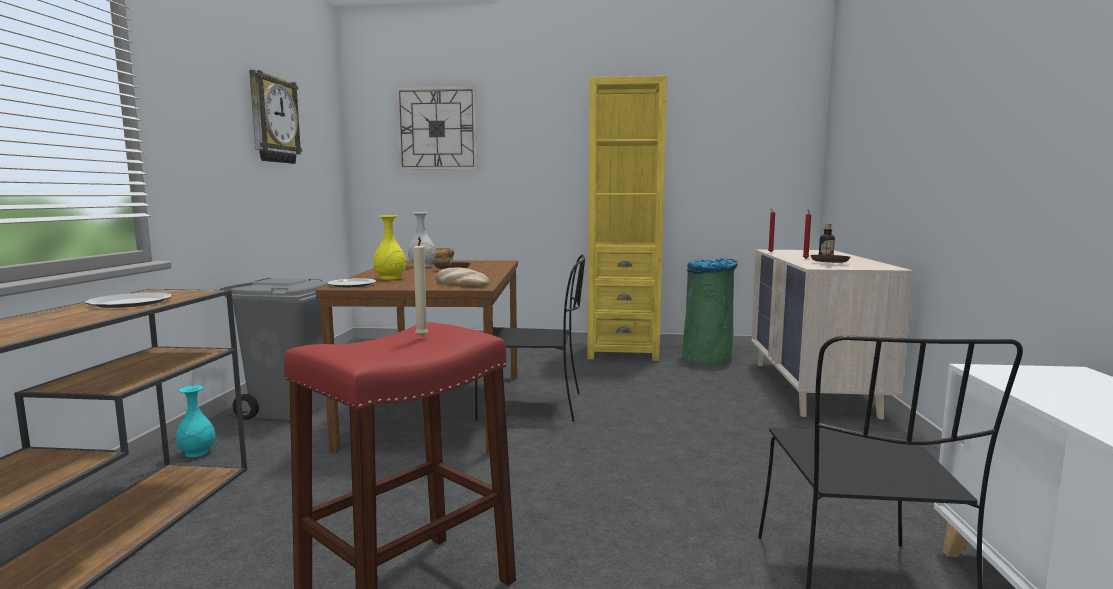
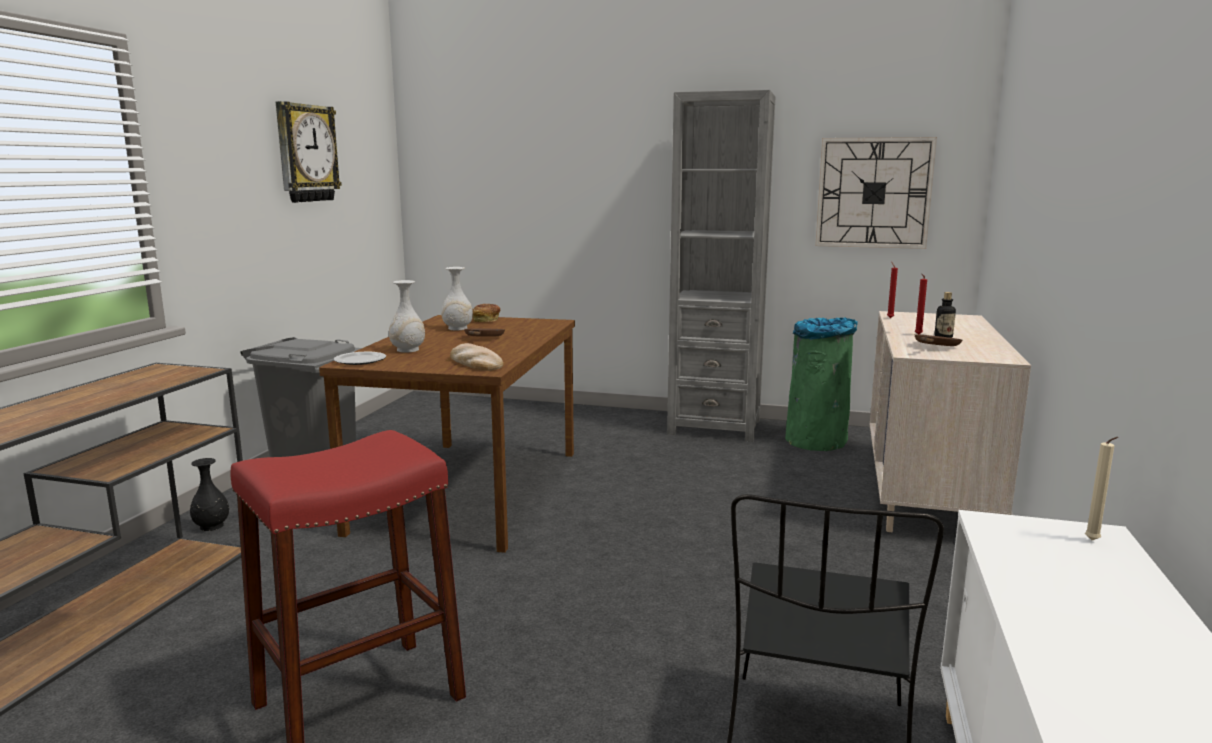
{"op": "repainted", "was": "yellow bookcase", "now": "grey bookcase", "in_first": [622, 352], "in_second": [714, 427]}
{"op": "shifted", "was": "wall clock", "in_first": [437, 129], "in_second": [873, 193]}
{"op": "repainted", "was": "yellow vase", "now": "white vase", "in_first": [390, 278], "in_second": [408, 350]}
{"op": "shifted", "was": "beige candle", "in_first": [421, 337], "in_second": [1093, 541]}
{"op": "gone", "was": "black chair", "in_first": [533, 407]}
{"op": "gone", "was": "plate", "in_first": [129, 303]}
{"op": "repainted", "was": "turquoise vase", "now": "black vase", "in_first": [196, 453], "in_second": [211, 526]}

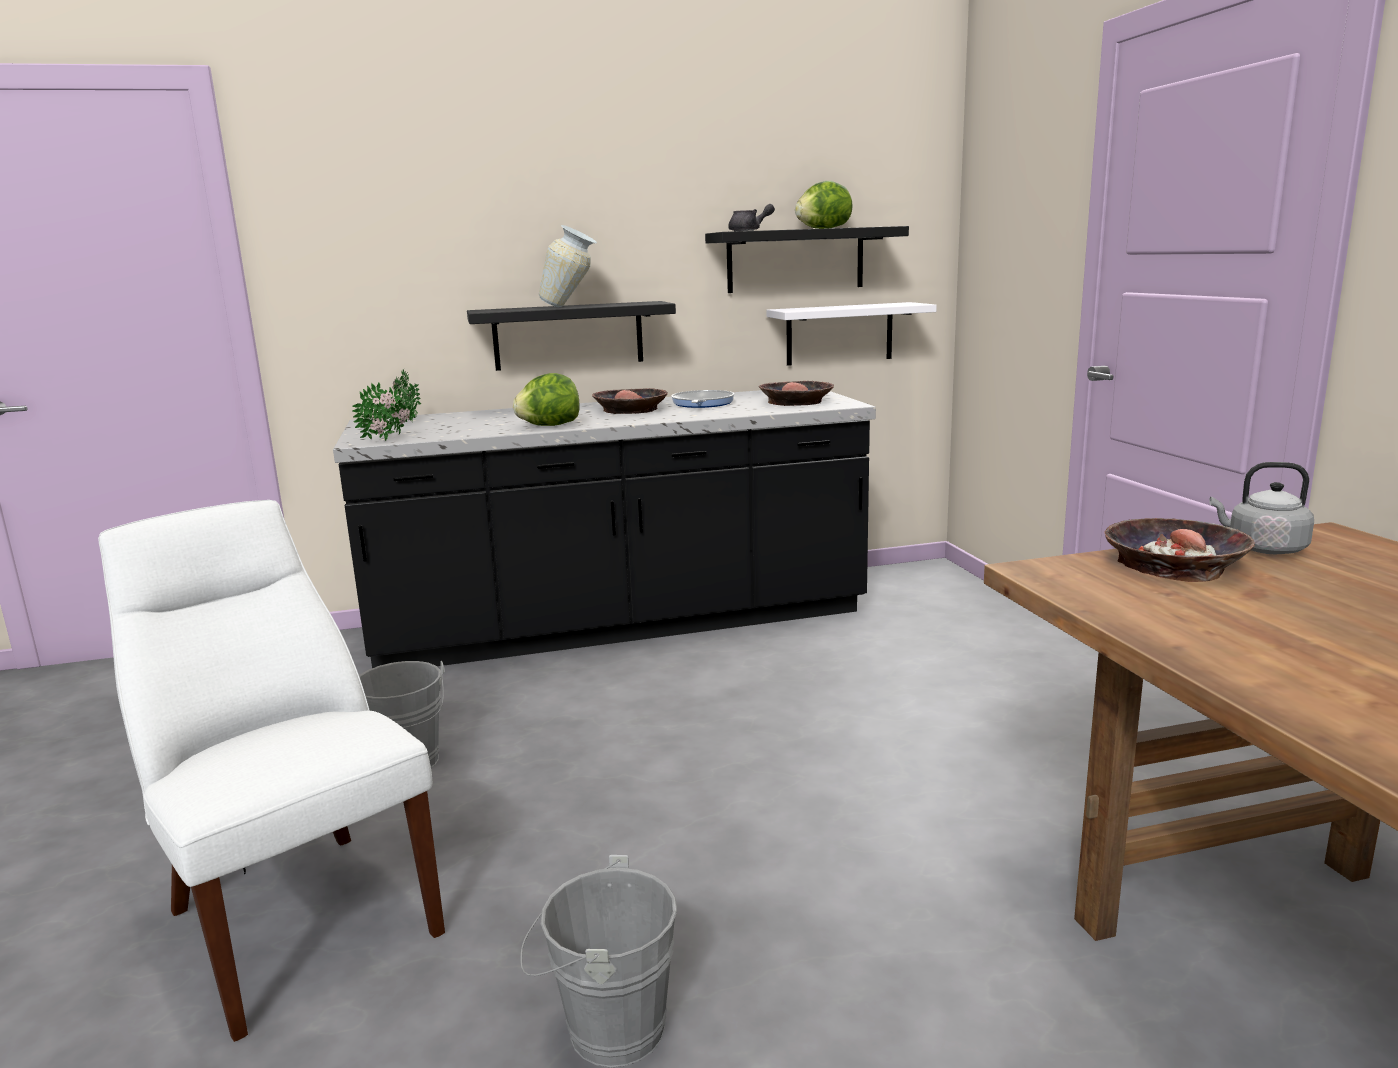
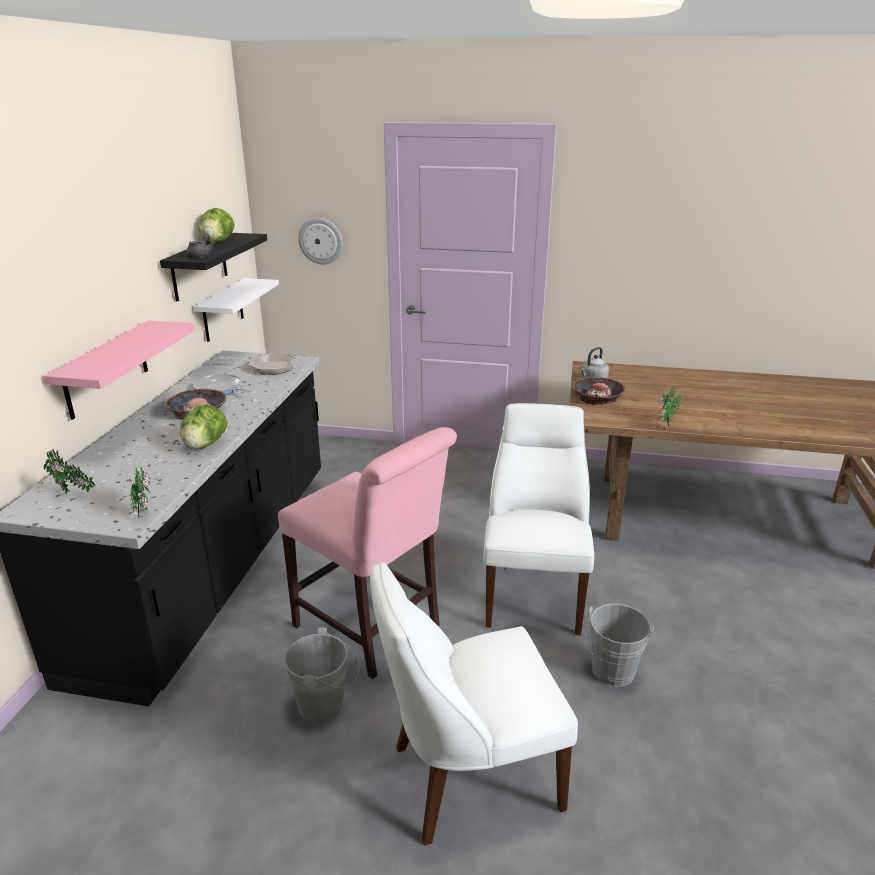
{"op": "gone", "was": "vase", "in_first": [571, 307]}
{"op": "repainted", "was": "black shelf", "now": "pink shelf", "in_first": [568, 335], "in_second": [106, 369]}
{"op": "swapped", "was": "bowl", "now": "frying pan", "in_first": [796, 402], "in_second": [268, 368]}
{"op": "new", "now": "wall clock", "in_second": [321, 241]}
{"op": "new", "now": "potted plant", "in_second": [666, 424]}
{"op": "new", "now": "white chair", "in_second": [533, 592]}
{"op": "new", "now": "pink chair", "in_second": [372, 629]}

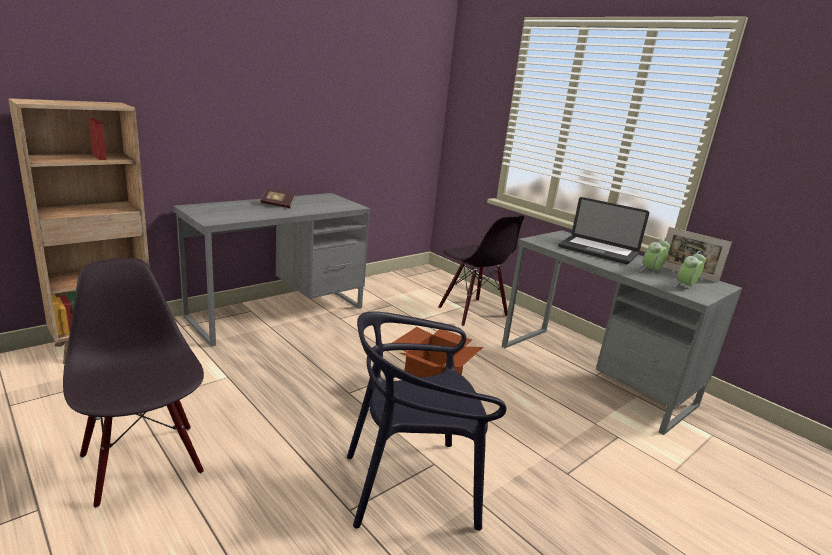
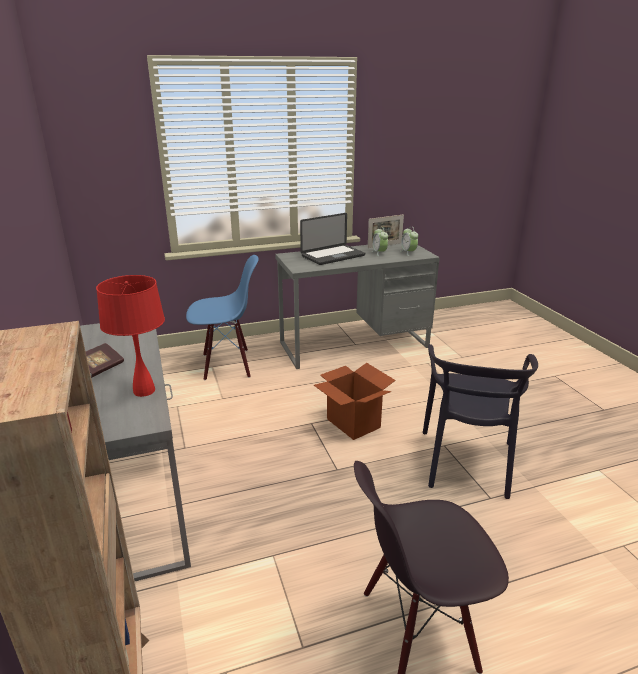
{"op": "repainted", "was": "black chair", "now": "blue chair", "in_first": [472, 312], "in_second": [227, 365]}
{"op": "new", "now": "red table lamp", "in_second": [144, 391]}

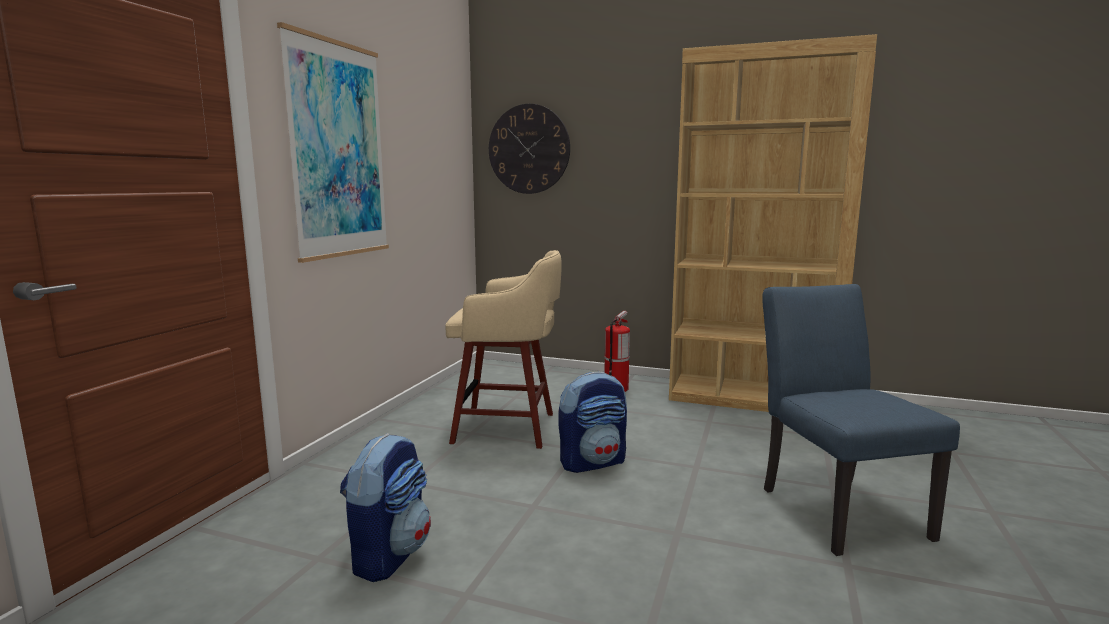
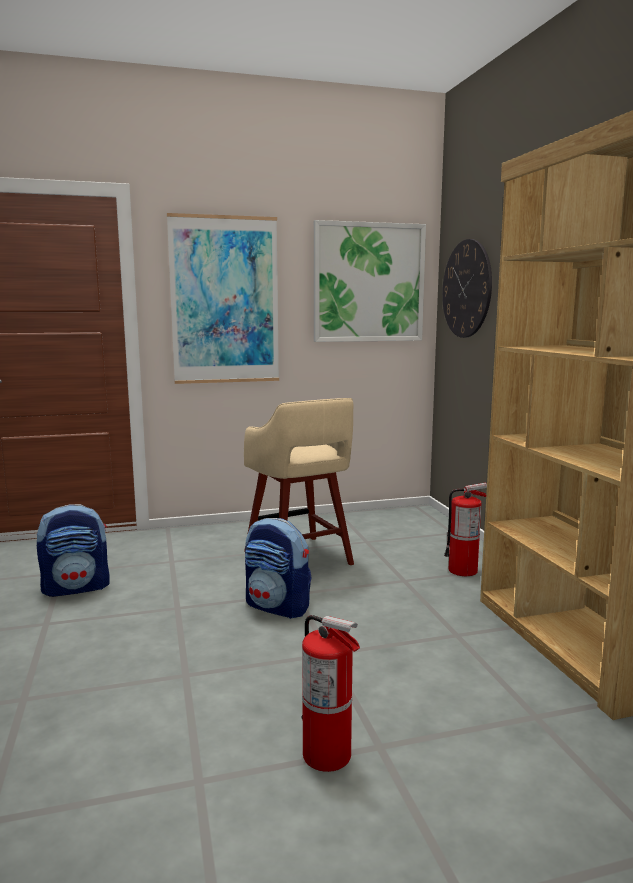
{"op": "swapped", "was": "blue chair", "now": "fire extinguisher", "in_first": [835, 507], "in_second": [327, 755]}
{"op": "new", "now": "picture", "in_second": [368, 283]}

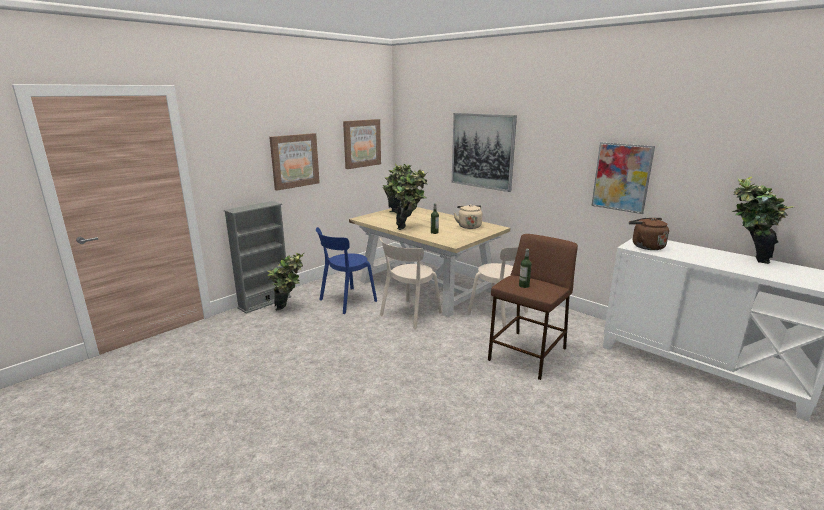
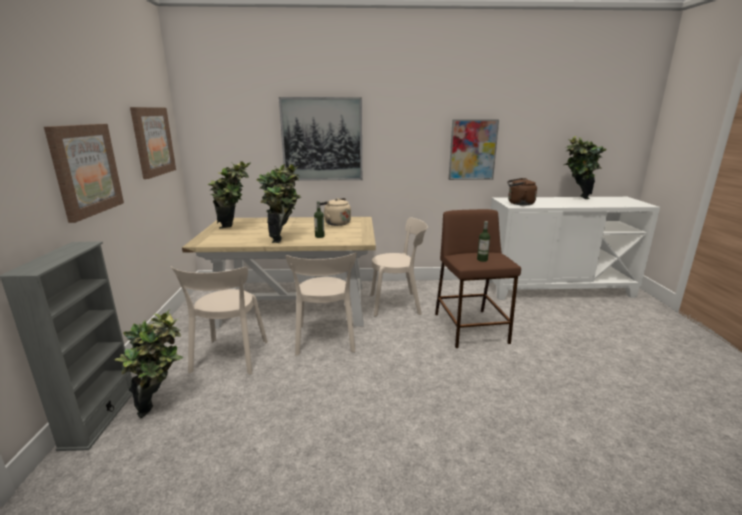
{"op": "repainted", "was": "blue chair", "now": "beige chair", "in_first": [345, 301], "in_second": [229, 358]}

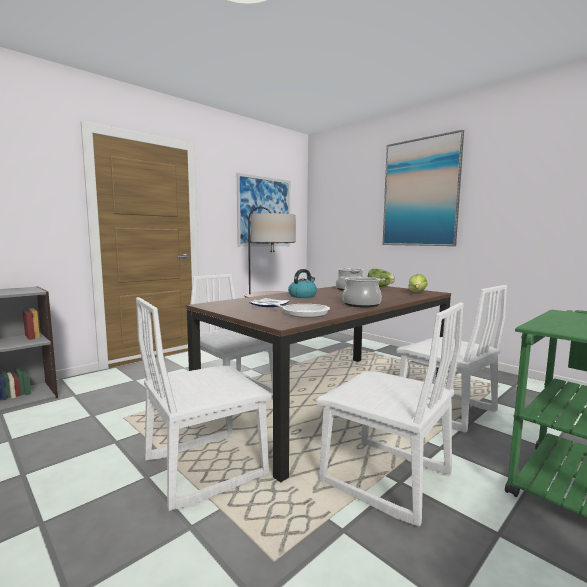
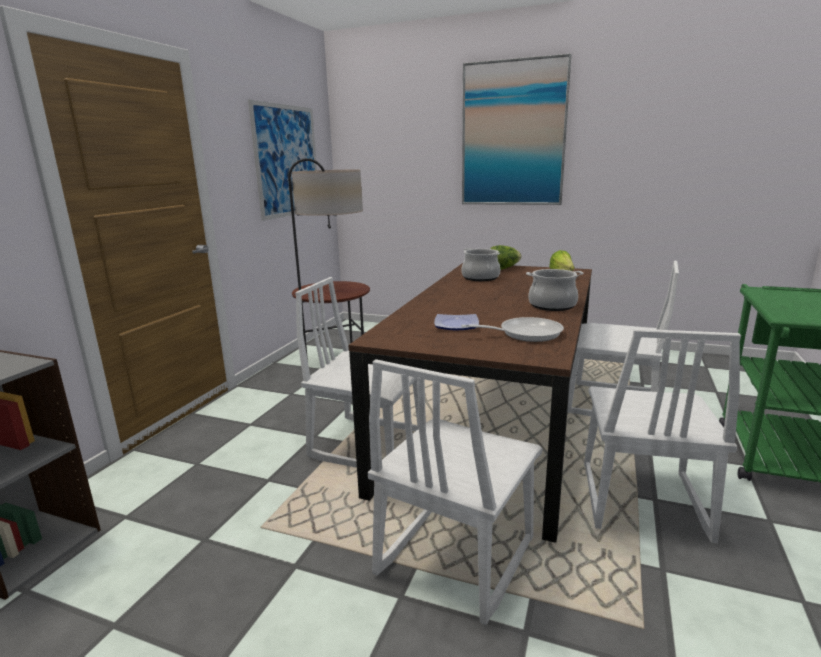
{"op": "gone", "was": "kettle", "in_first": [302, 296]}
{"op": "rotated", "was": "white chair", "in_first": [385, 479], "in_second": [640, 501], "clockwise": 90}

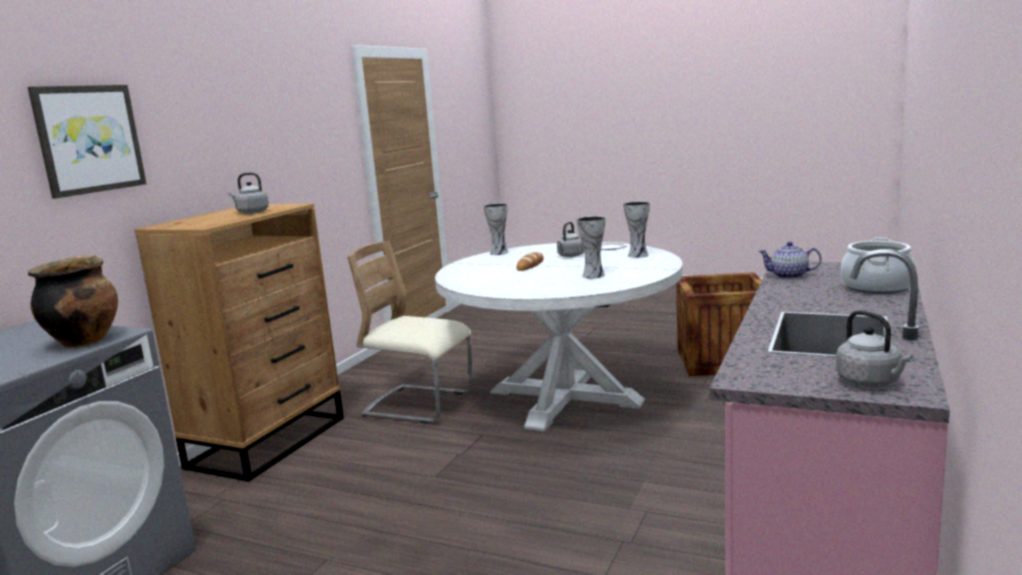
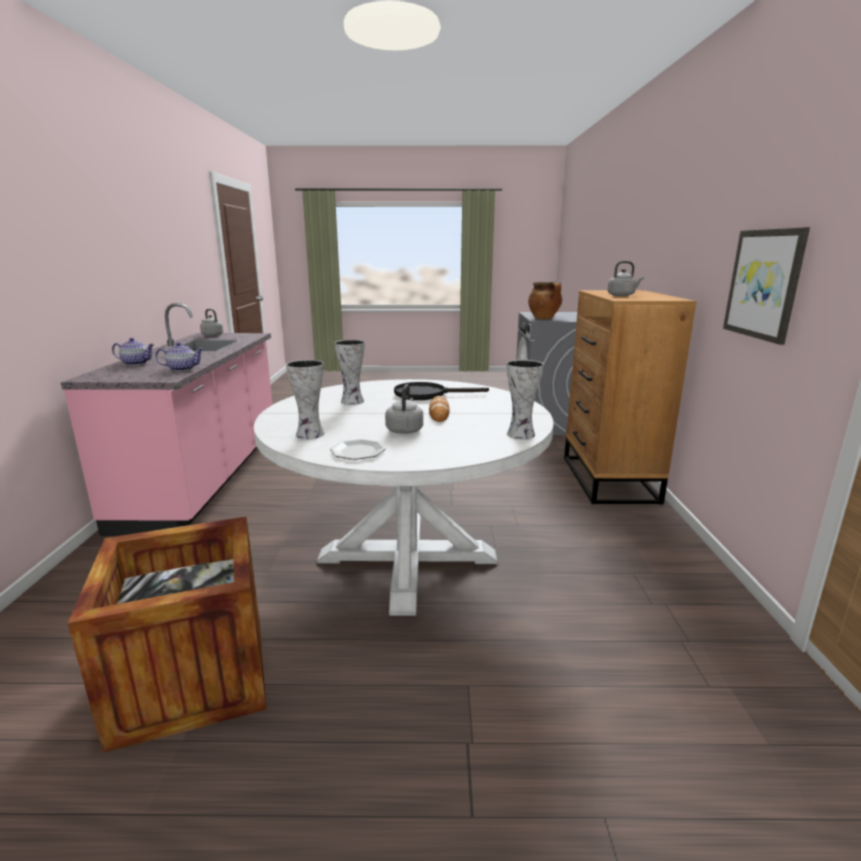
{"op": "shifted", "was": "picture", "in_first": [89, 139], "in_second": [764, 284]}
{"op": "swapped", "was": "cooking pot", "now": "teapot", "in_first": [877, 287], "in_second": [136, 363]}
{"op": "gone", "was": "beige chair", "in_first": [419, 404]}
{"op": "new", "now": "black frying pan", "in_second": [427, 394]}

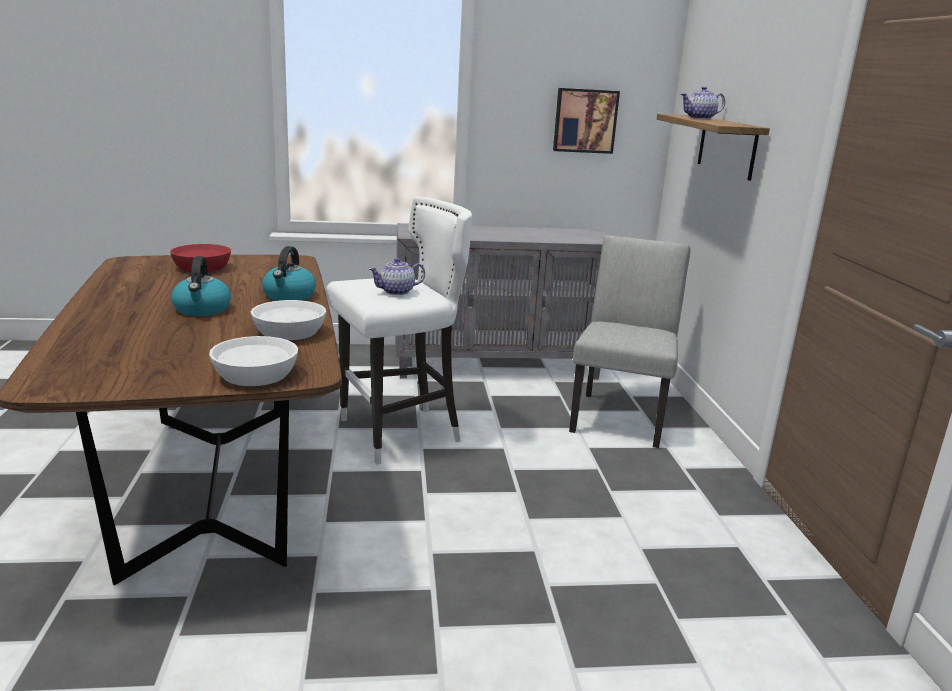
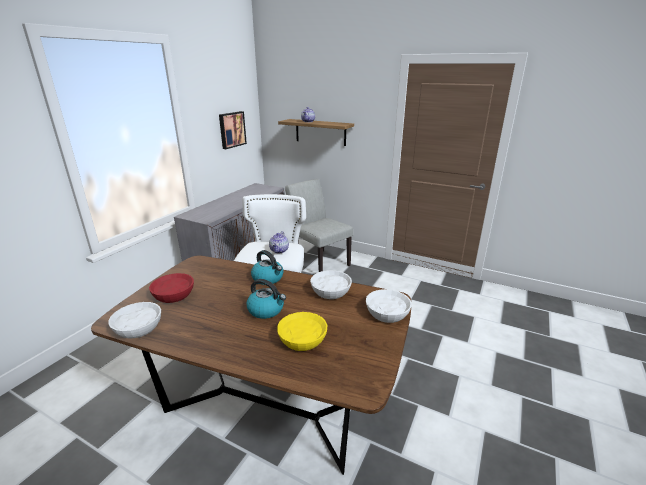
{"op": "new", "now": "white bowl", "in_second": [139, 327]}
{"op": "new", "now": "yellow bowl", "in_second": [302, 339]}

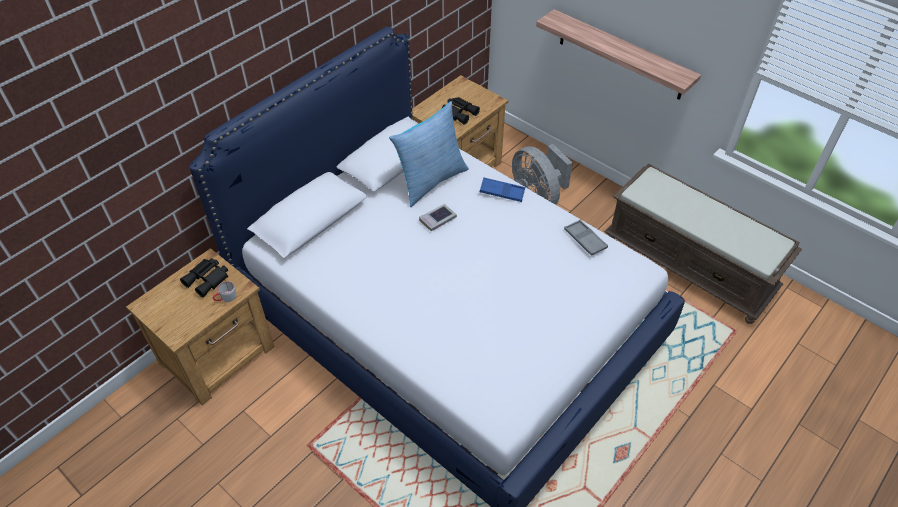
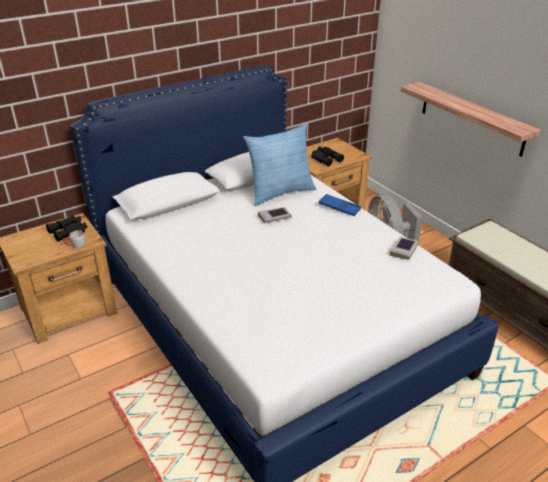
{"op": "swapped", "was": "grey tray", "now": "book", "in_first": [585, 240], "in_second": [404, 250]}

